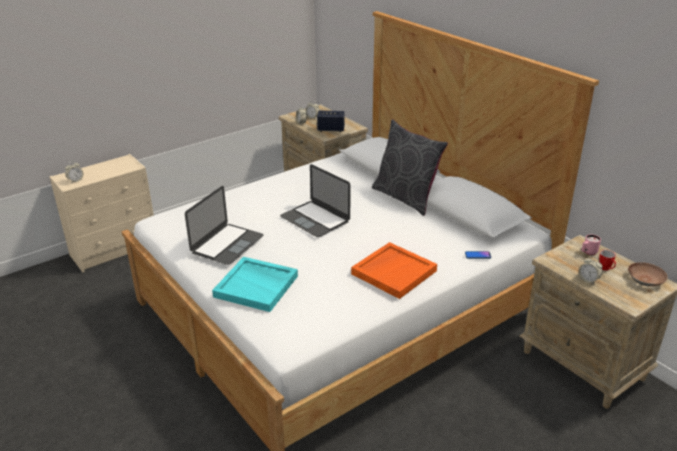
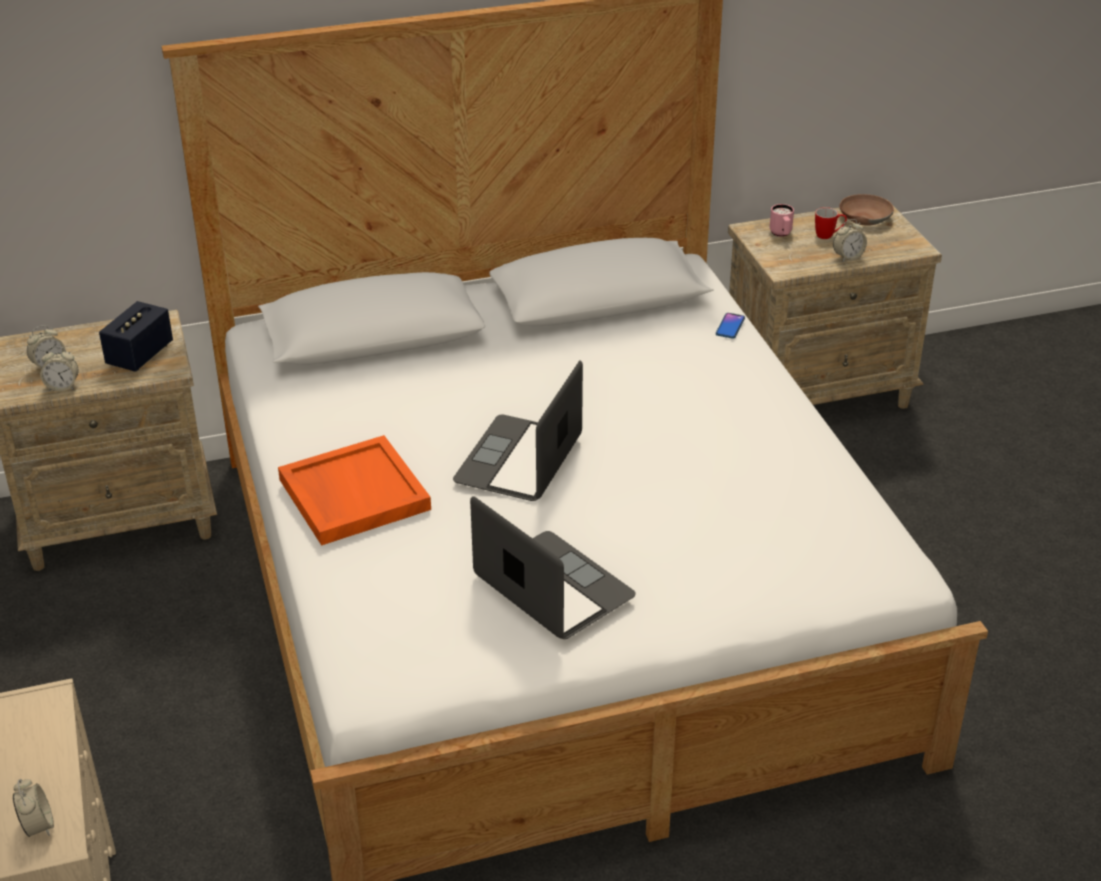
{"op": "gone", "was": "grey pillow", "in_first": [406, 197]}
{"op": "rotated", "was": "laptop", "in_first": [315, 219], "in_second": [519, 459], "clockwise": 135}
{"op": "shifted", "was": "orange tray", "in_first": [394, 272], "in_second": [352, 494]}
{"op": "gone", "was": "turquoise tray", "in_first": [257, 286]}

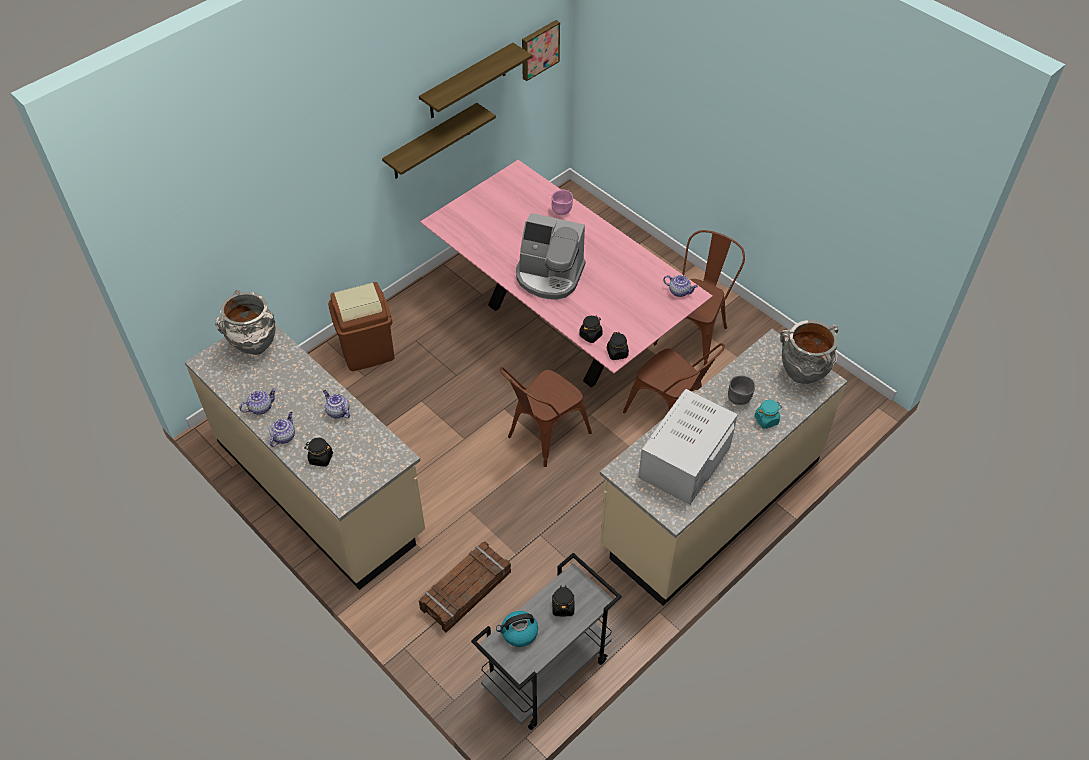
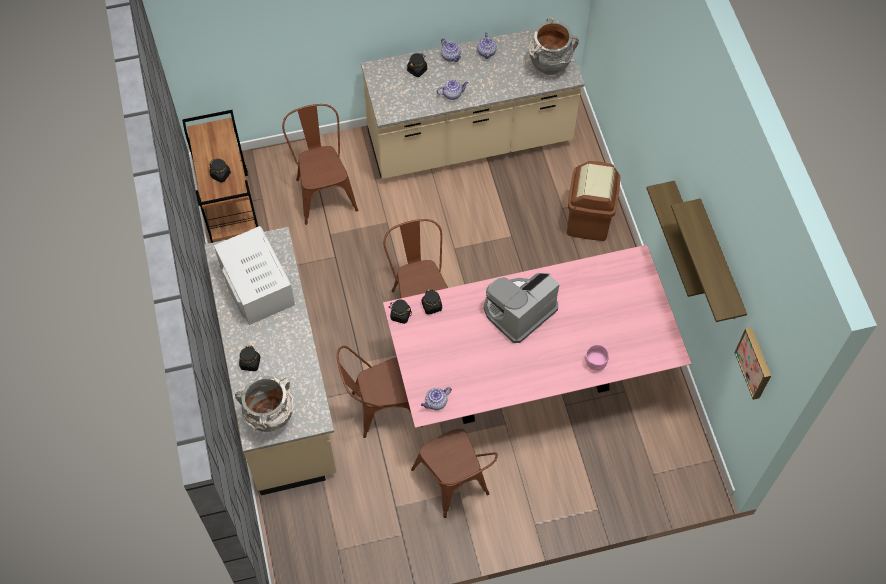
{"op": "gone", "was": "grey bowl", "in_first": [739, 399]}
{"op": "repainted", "was": "turquoise jar", "now": "black jar", "in_first": [766, 420], "in_second": [250, 363]}
{"op": "swapped", "was": "crate", "now": "brown chair", "in_first": [465, 590], "in_second": [323, 190]}
{"op": "repainted", "was": "grey cart", "now": "brown cart", "in_first": [546, 675], "in_second": [229, 208]}
{"op": "gone", "was": "kettle", "in_first": [519, 633]}

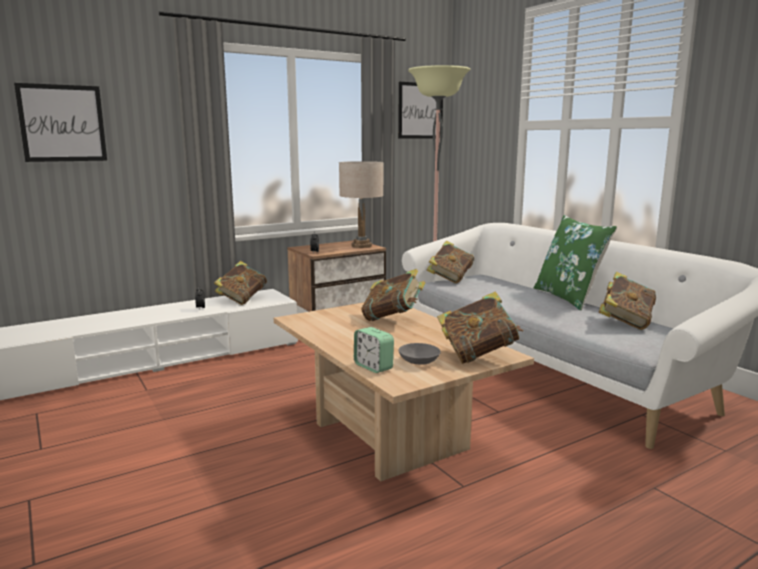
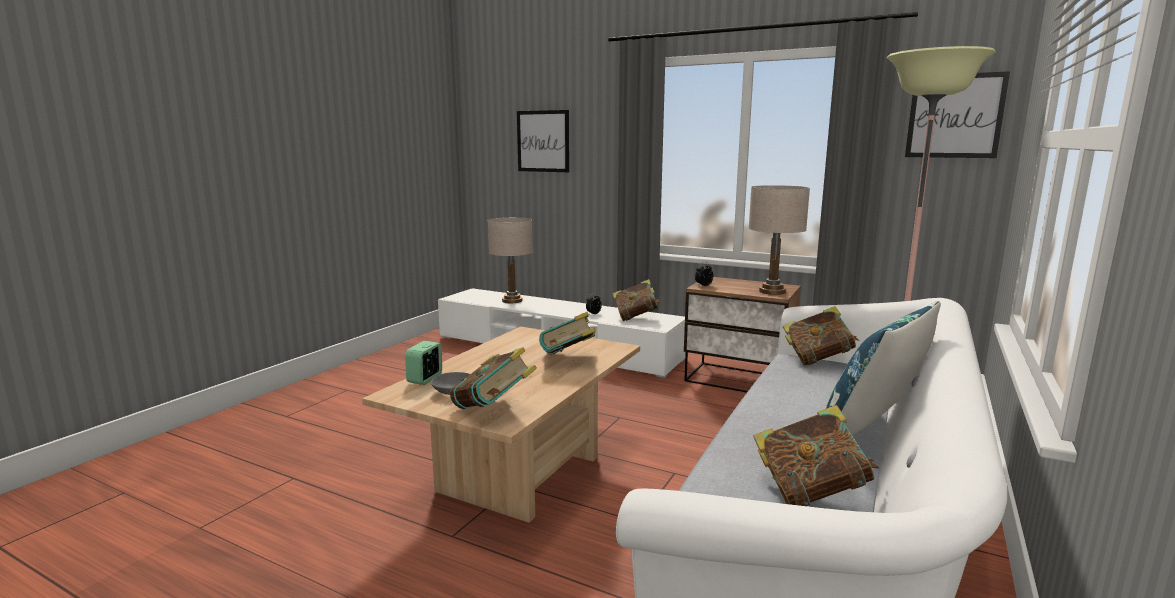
{"op": "repainted", "was": "green pillow", "now": "blue pillow", "in_first": [568, 298], "in_second": [871, 436]}
{"op": "new", "now": "beige table lamp", "in_second": [512, 300]}

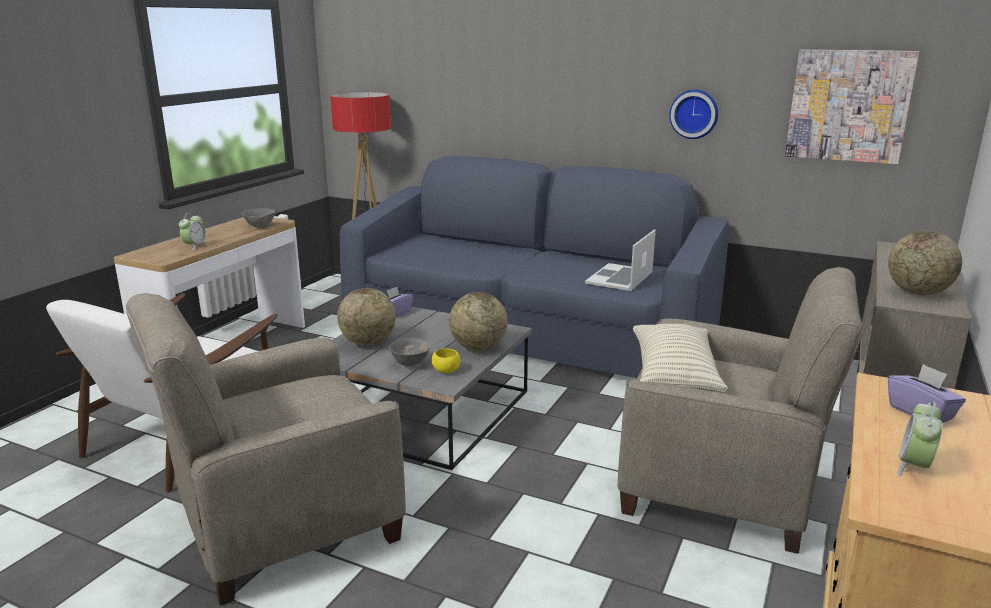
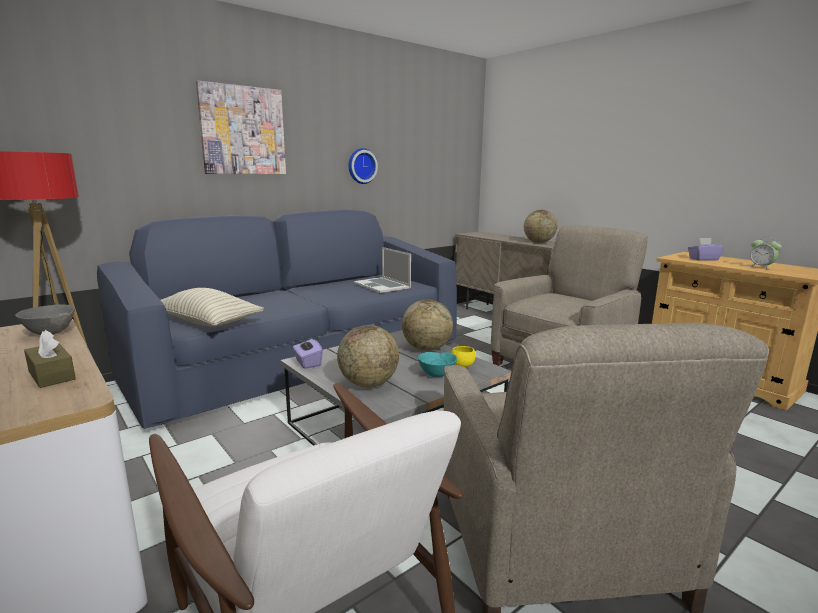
{"op": "shifted", "was": "picture", "in_first": [848, 106], "in_second": [243, 131]}
{"op": "swapped", "was": "alarm clock", "now": "brown tissue box", "in_first": [194, 246], "in_second": [51, 375]}
{"op": "shifted", "was": "pillow", "in_first": [674, 375], "in_second": [207, 322]}
{"op": "repainted", "was": "grey bowl", "now": "turquoise bowl", "in_first": [410, 364], "in_second": [437, 375]}

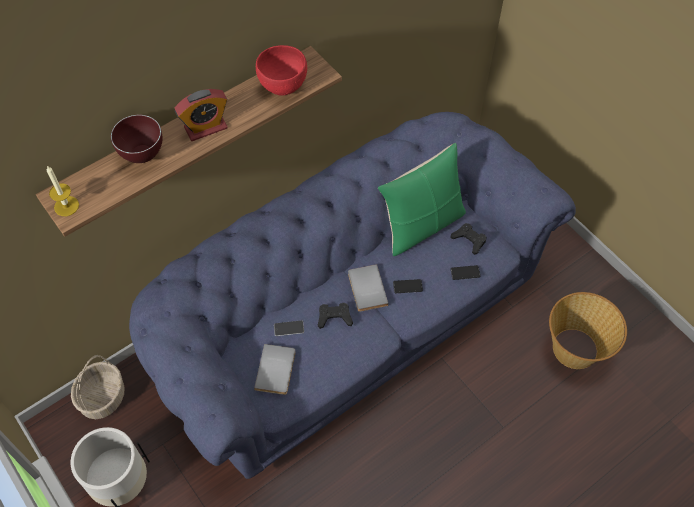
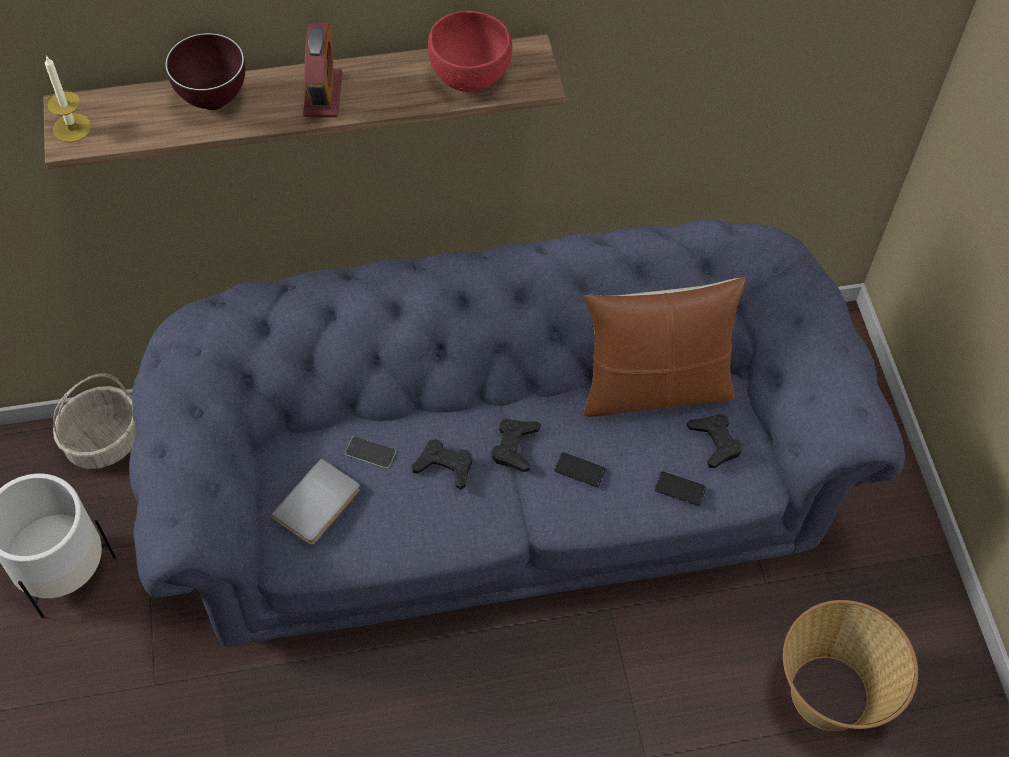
{"op": "rotated", "was": "alarm clock", "in_first": [206, 128], "in_second": [323, 95], "clockwise": -90}
{"op": "repainted", "was": "green pillow", "now": "brown pillow", "in_first": [421, 225], "in_second": [655, 388]}
{"op": "swapped", "was": "grey book", "now": "black game controller", "in_first": [366, 289], "in_second": [515, 446]}

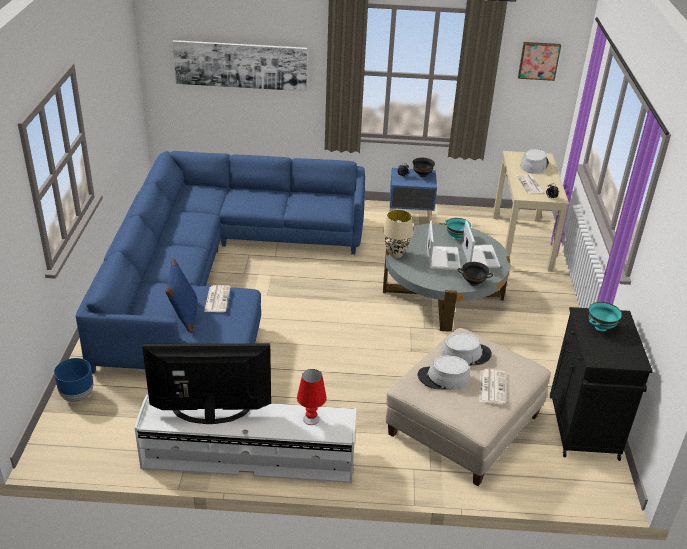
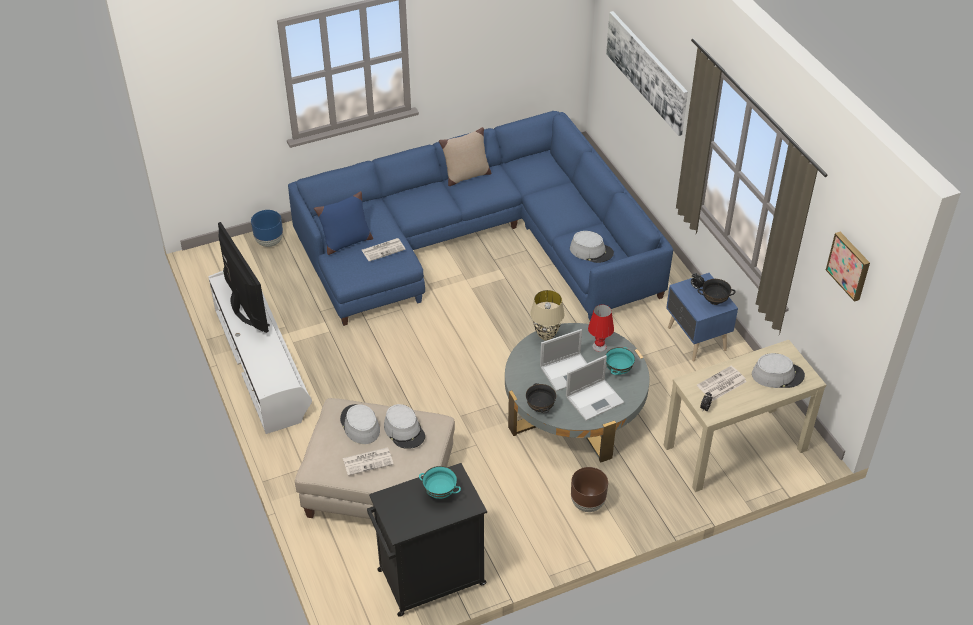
{"op": "shifted", "was": "red table lamp", "in_first": [311, 419], "in_second": [599, 346]}
{"op": "new", "now": "beige pillow", "in_second": [466, 176]}
{"op": "new", "now": "grey hat", "in_second": [591, 251]}
{"op": "new", "now": "brown planter", "in_second": [588, 504]}

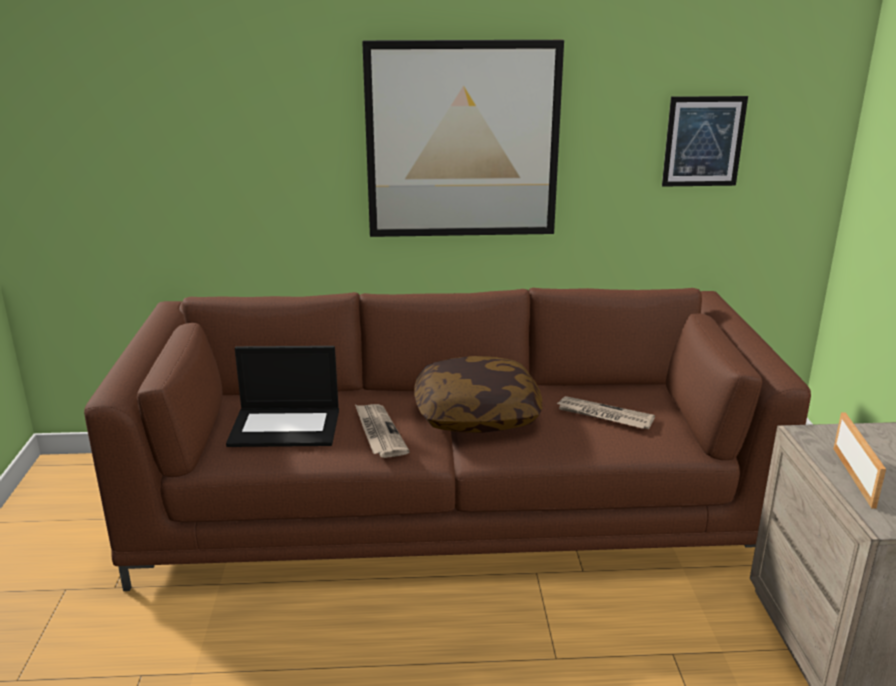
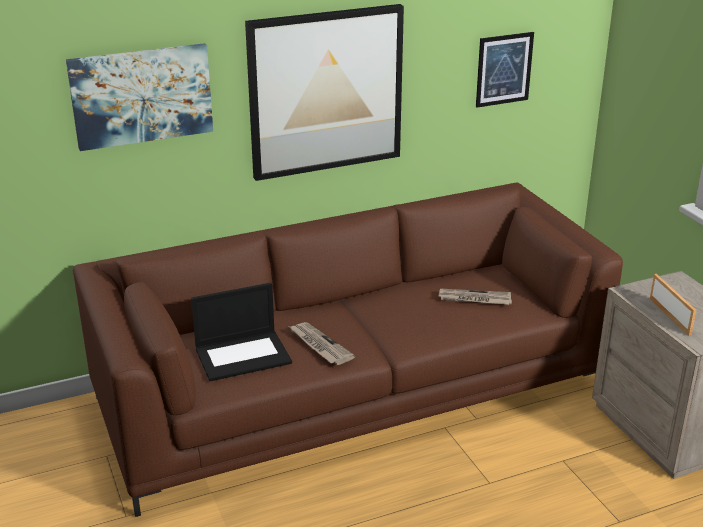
{"op": "gone", "was": "pillow", "in_first": [477, 415]}
{"op": "new", "now": "picture", "in_second": [141, 95]}

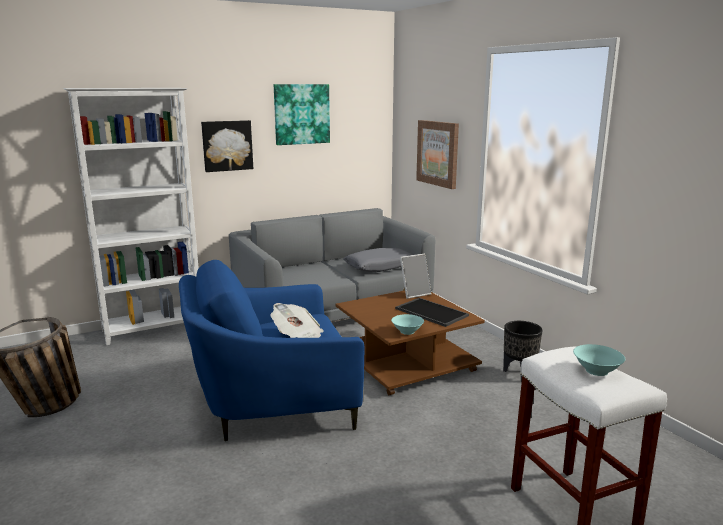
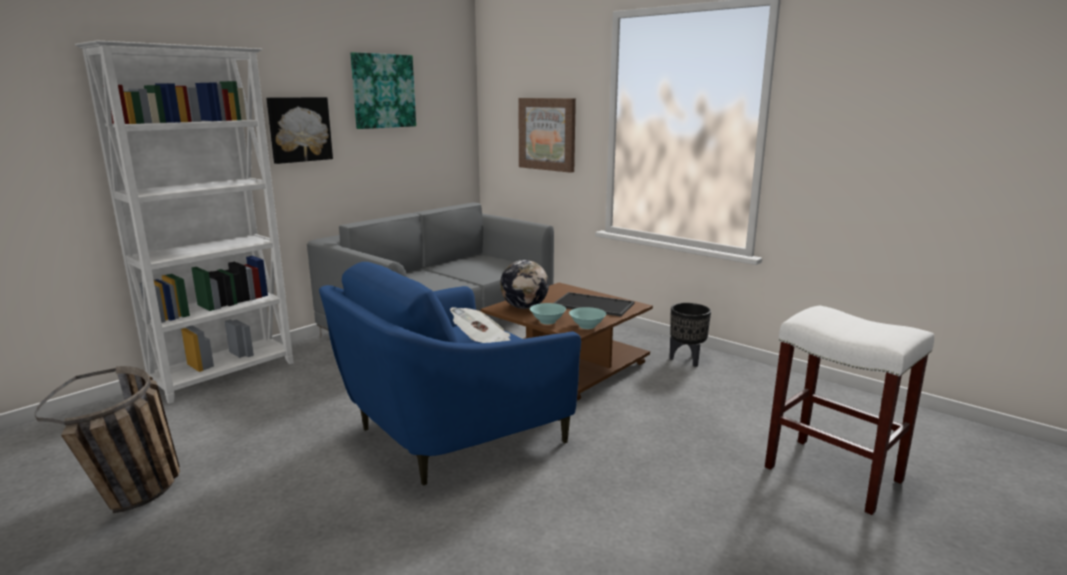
{"op": "gone", "was": "grey pillow", "in_first": [380, 267]}
{"op": "gone", "was": "picture frame", "in_first": [414, 293]}
{"op": "shifted", "was": "turquoise bowl", "in_first": [596, 370], "in_second": [547, 321]}
{"op": "new", "now": "globe", "in_second": [524, 307]}

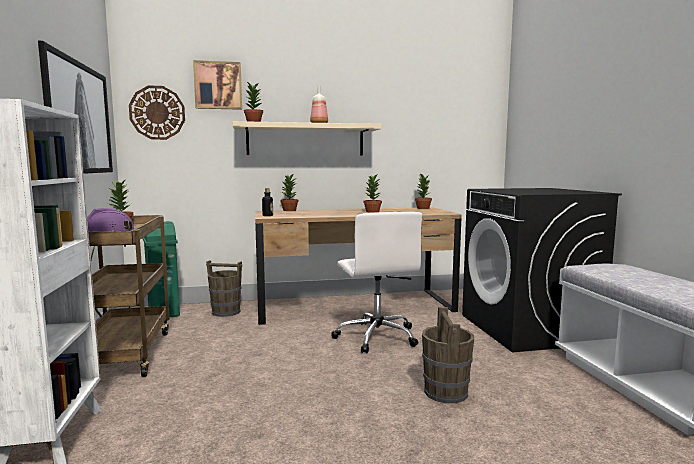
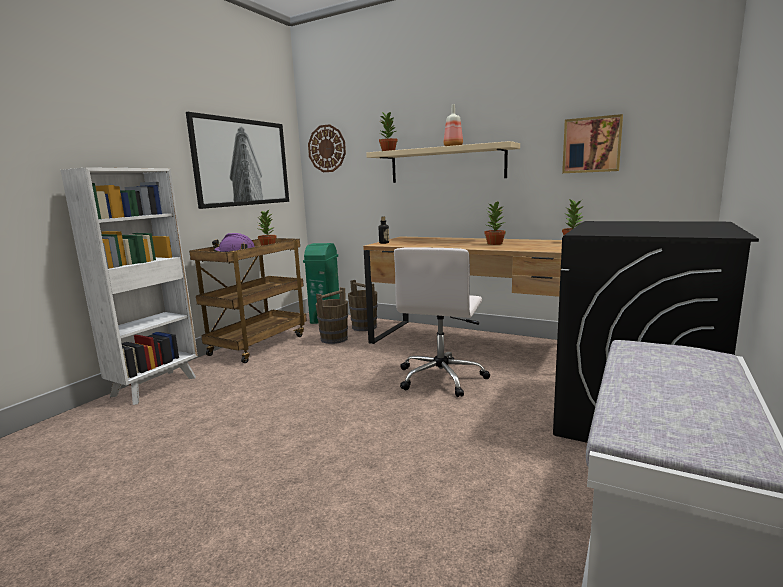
{"op": "shifted", "was": "picture", "in_first": [218, 85], "in_second": [592, 145]}
{"op": "gone", "was": "potted plant", "in_first": [289, 210]}
{"op": "shifted", "was": "brown bucket", "in_first": [445, 392], "in_second": [334, 339]}

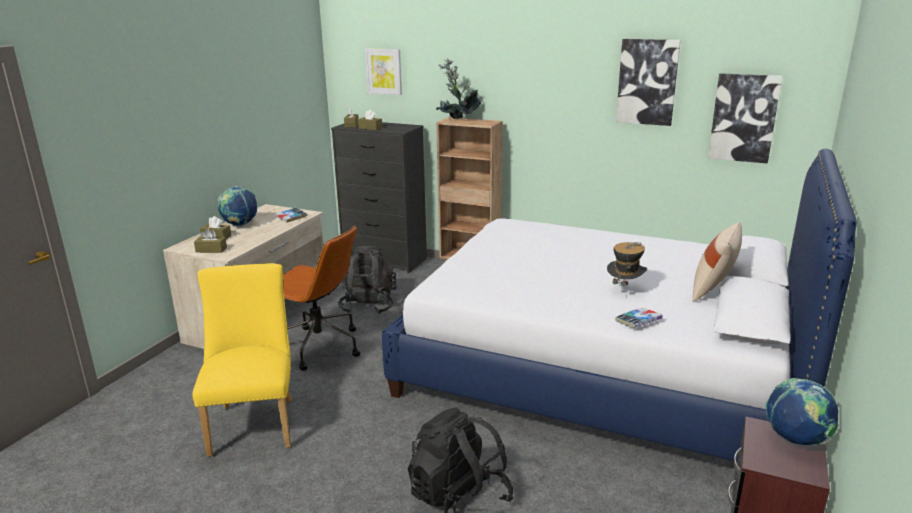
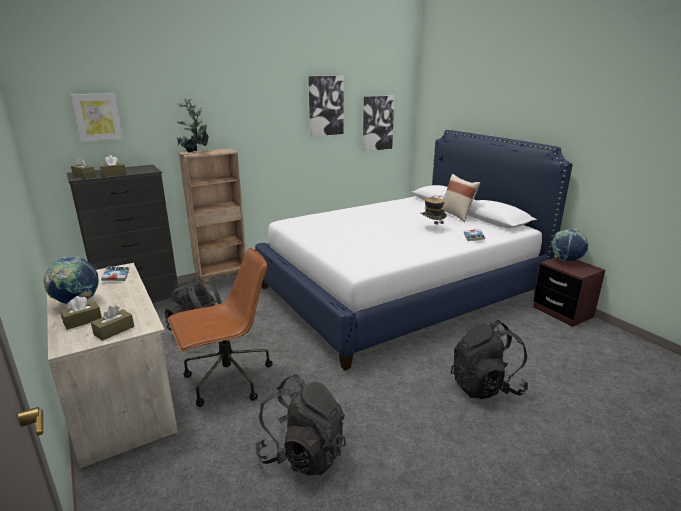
{"op": "swapped", "was": "yellow chair", "now": "black backpack", "in_first": [255, 422], "in_second": [302, 453]}

